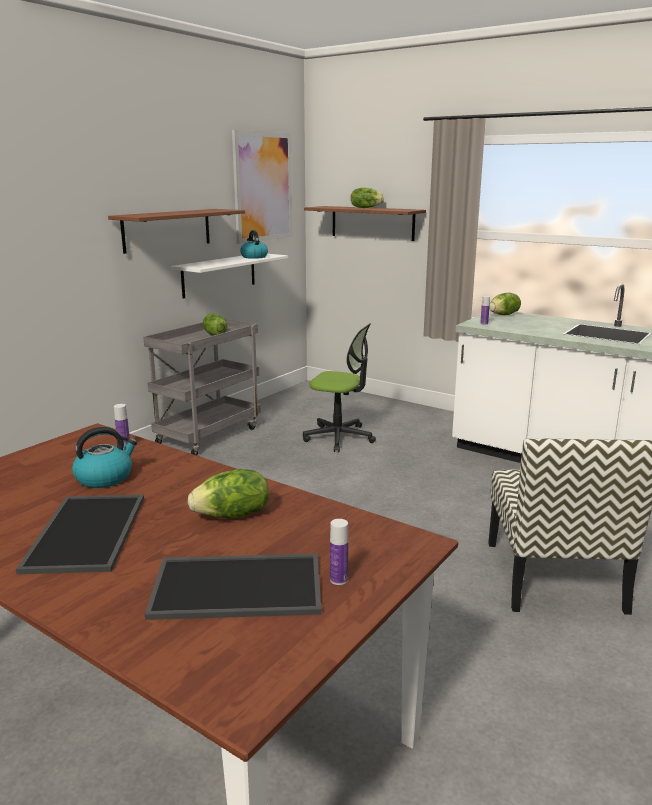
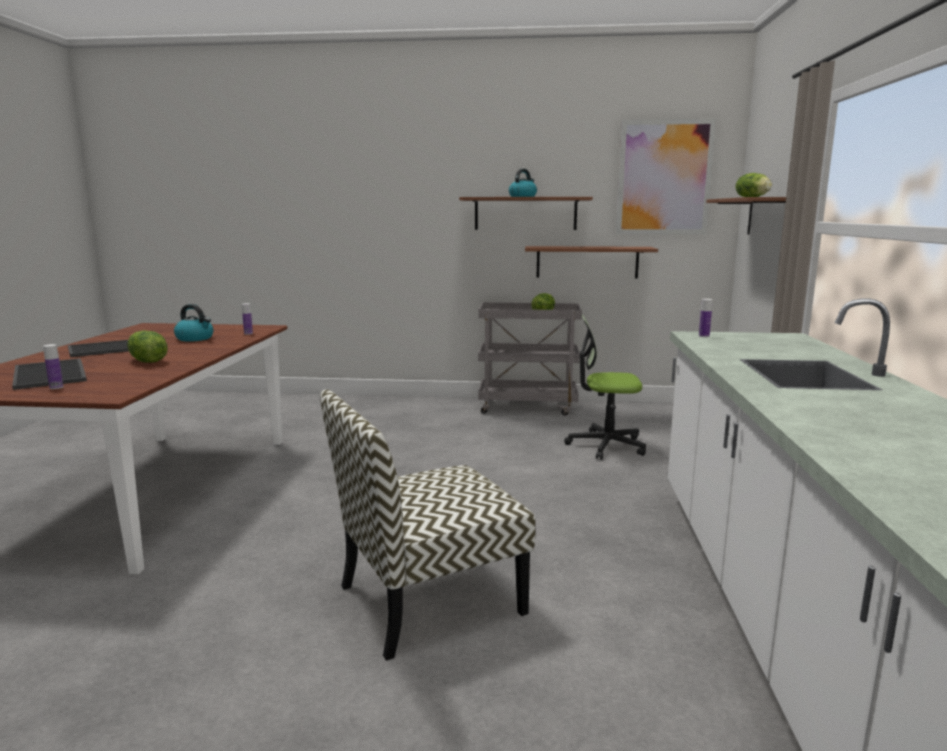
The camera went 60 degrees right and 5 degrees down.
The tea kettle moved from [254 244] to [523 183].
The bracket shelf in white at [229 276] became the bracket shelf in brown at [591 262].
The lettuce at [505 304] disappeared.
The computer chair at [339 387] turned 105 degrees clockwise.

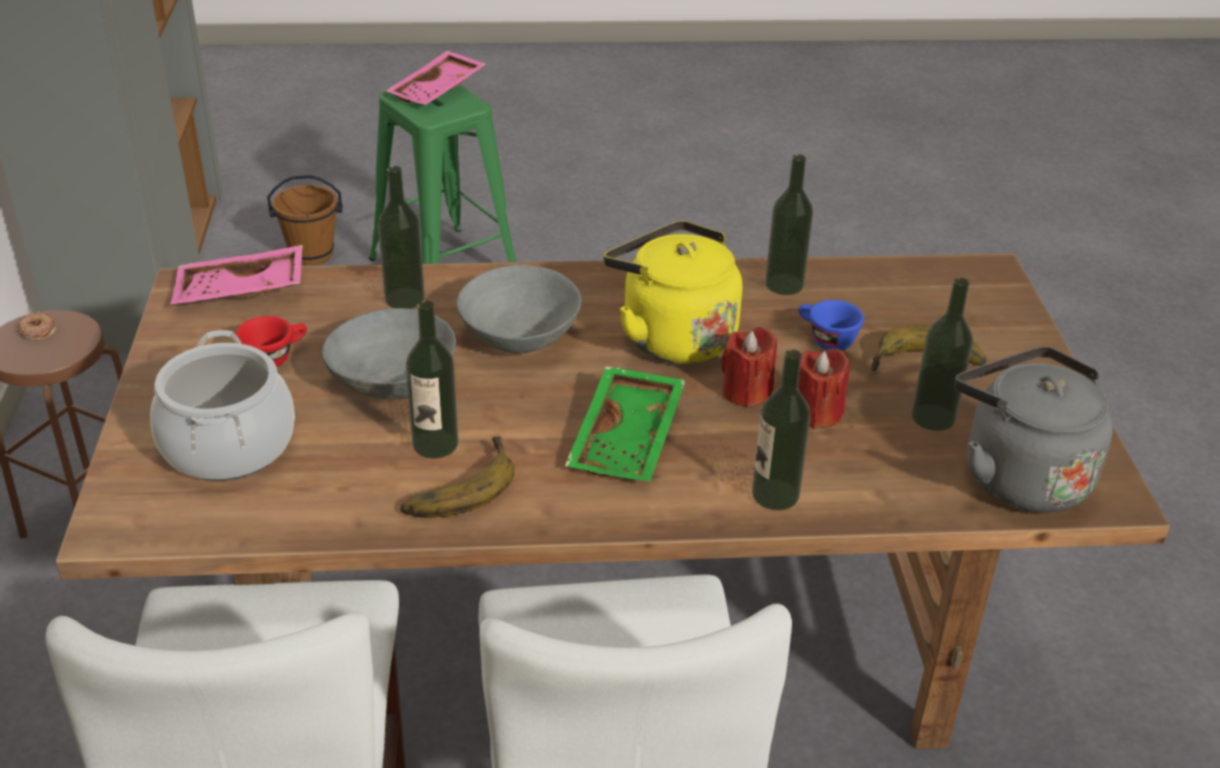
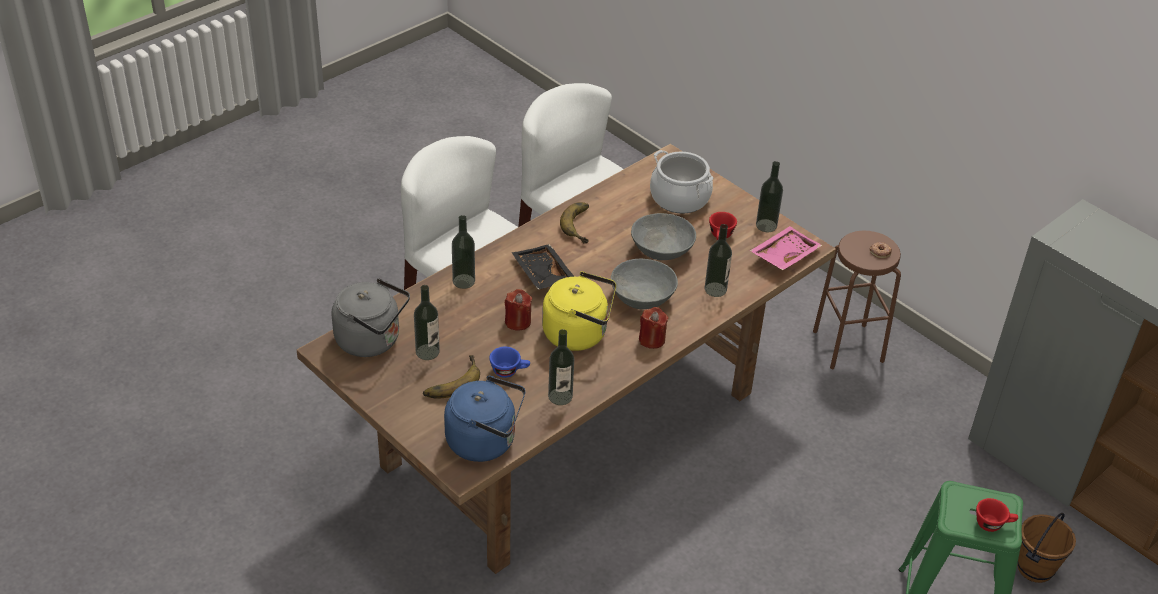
The camera went 140 degrees right and 5 degrees up.
The serving tray in pink-coloured at [436 78] was replaced by the drinking cup in red-coloured at [997 515].
The drink bottle moved from [432 380] to [769 196].
The wax candle in red-coloured moved from [824 388] to [653 328].
The serving tray in green-coloured at [625 423] became the serving tray in black-coloured at [543 267].
The tea kettle in blue-coloured at [484 419] appeared.

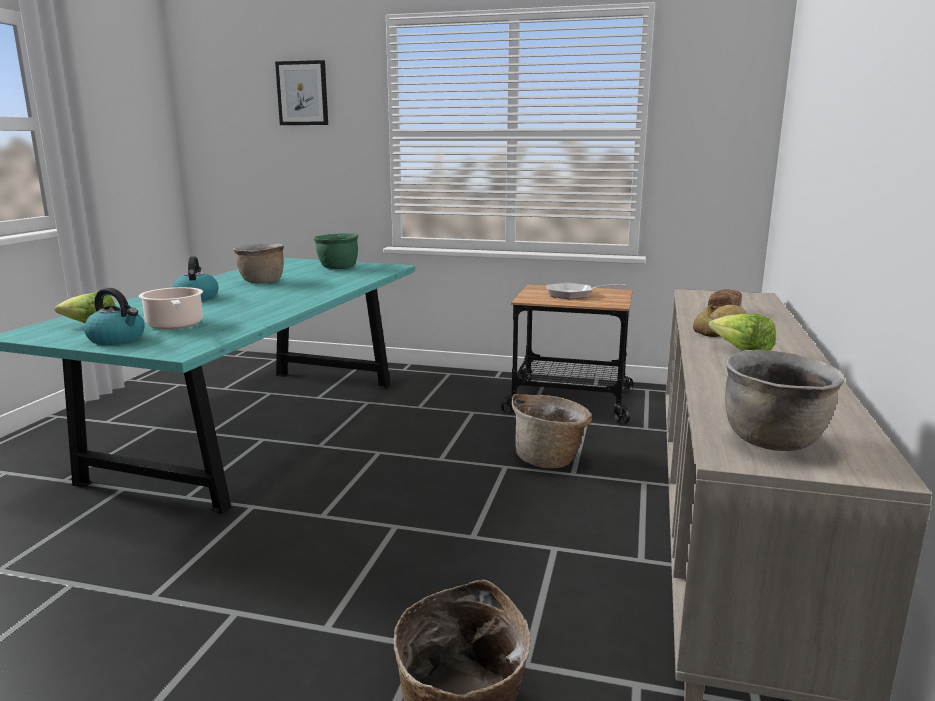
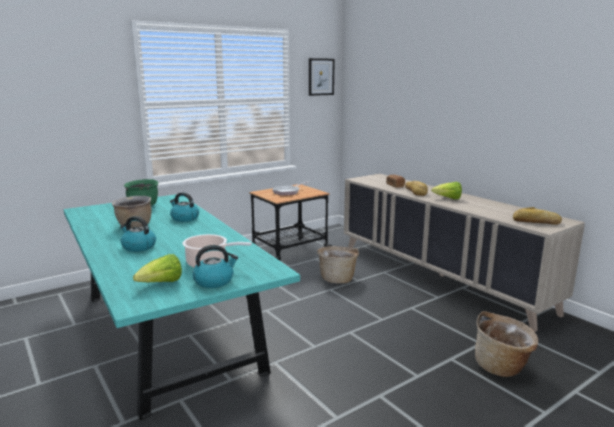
The camera went 50 degrees left and 0 degrees up.
The wall art moved from [301 92] to [322 77].
The stockpot in brown at [785 400] was replaced by the bread at [537 216].
The tea kettle at [184 207] appeared.

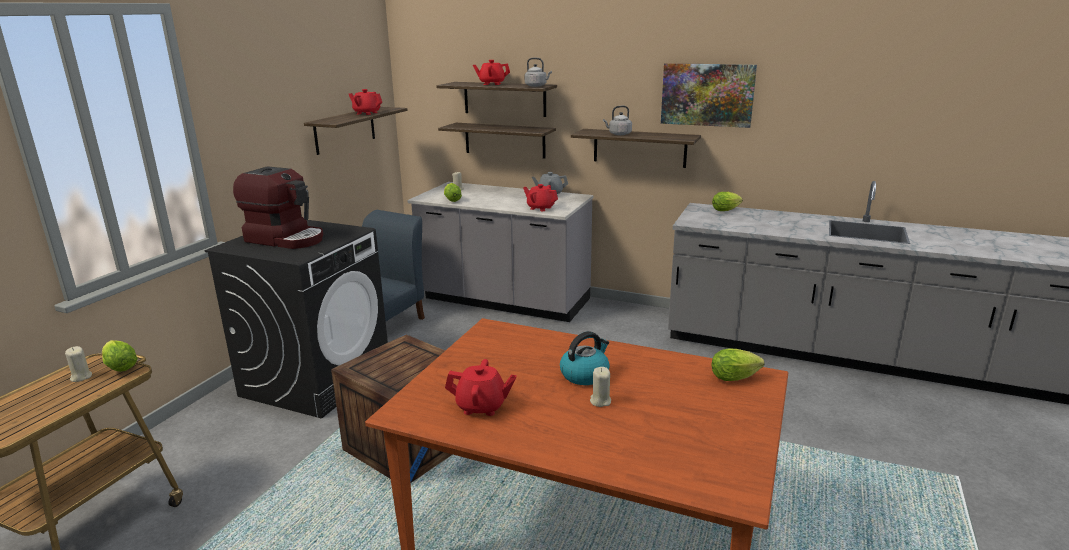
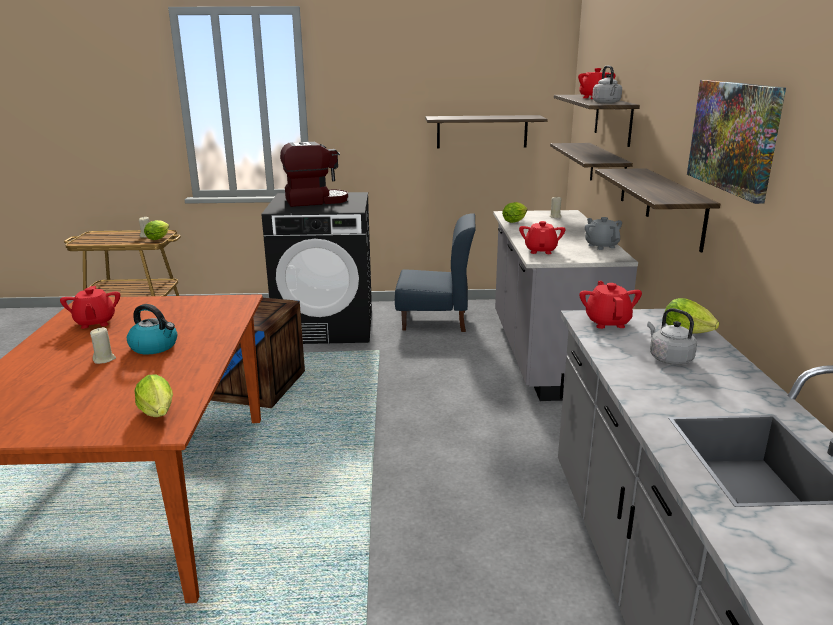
The camera went 65 degrees right and 0 degrees up.
The tea pot in red-coloured moved from [365 102] to [610 305].
The tea kettle in greyish moved from [617 120] to [672 336].
The coffee maker at [278 207] turned 105 degrees counterclockwise.

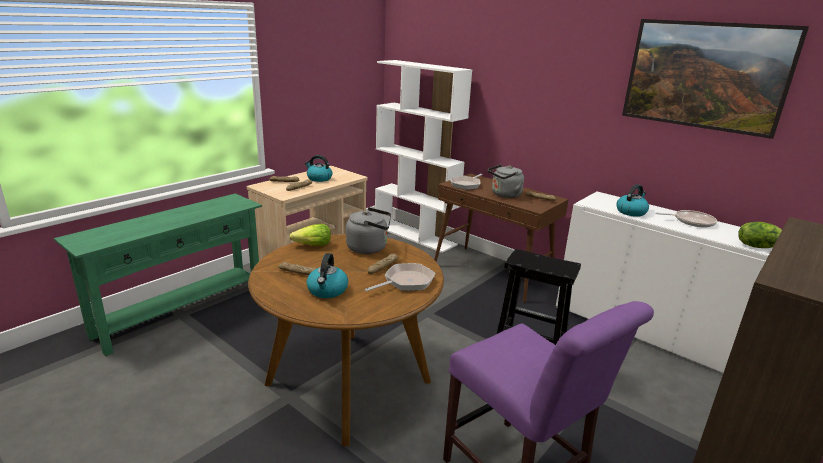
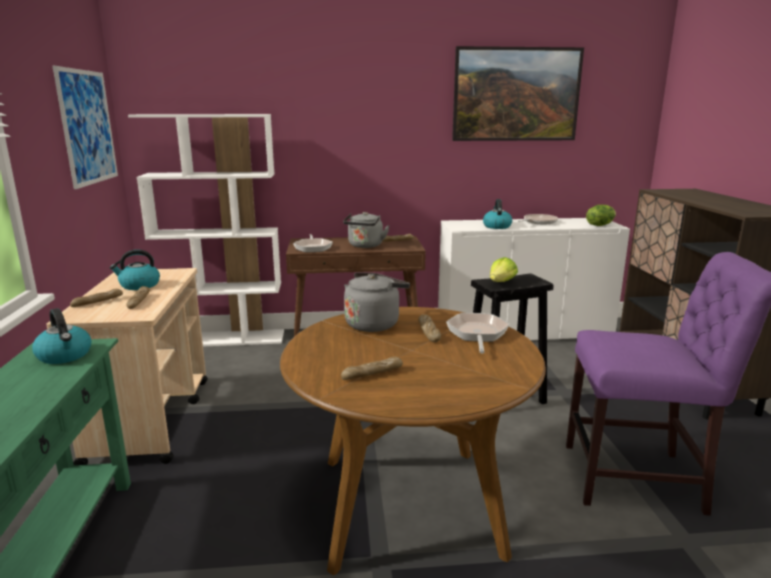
The camera went 45 degrees left and 5 degrees down.
The lettuce moved from [310 235] to [504 269].
The tea kettle moved from [327 275] to [62 336].
The wall art at [85 127] appeared.

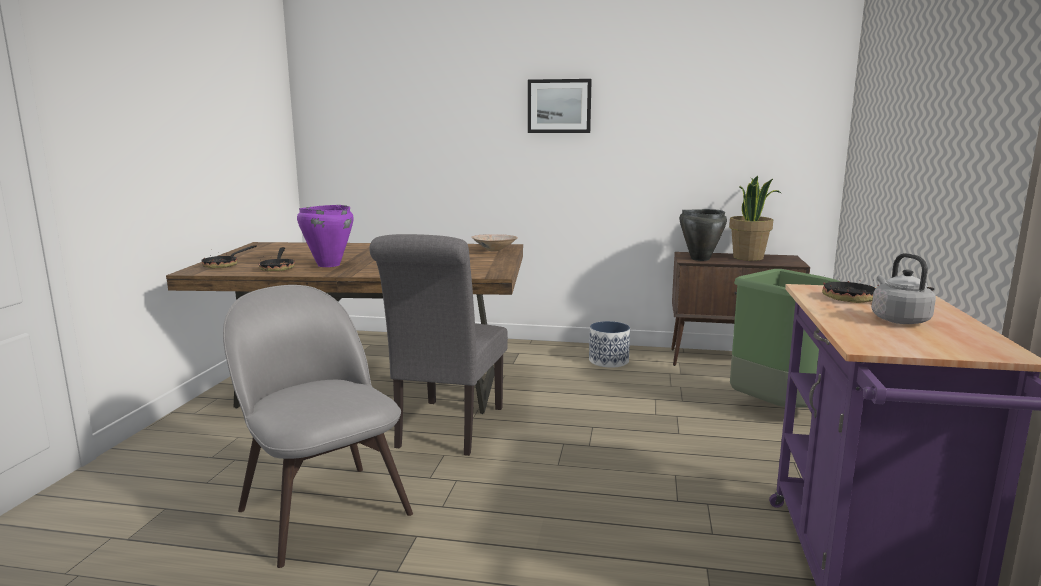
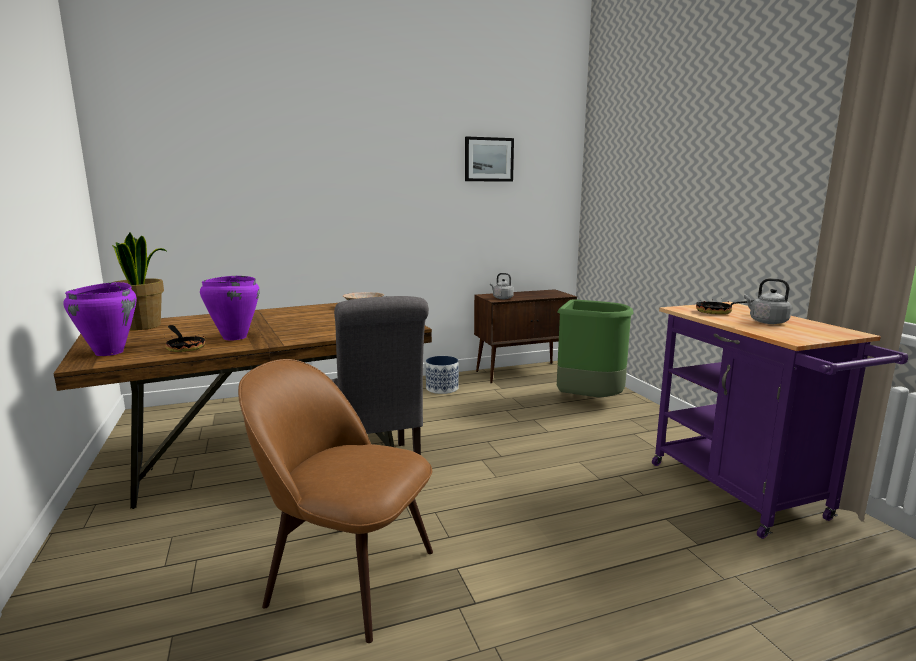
The camera went 30 degrees left and 0 degrees up.
The wall art moved from [560 106] to [489 159].
The plant in a pot moved from [755 218] to [139 281].
The stockpot in black-coloured at [703 235] was replaced by the tea kettle in greyish at [502 286].
The skillet at [229 257] was replaced by the stockpot in purple at [100 319].
The plain chair in greyish at [318 426] became the plain chair in brown at [335 501].

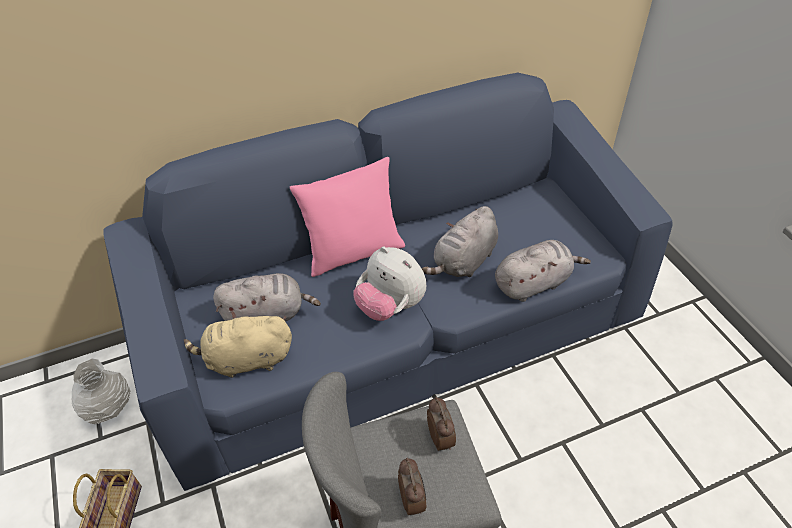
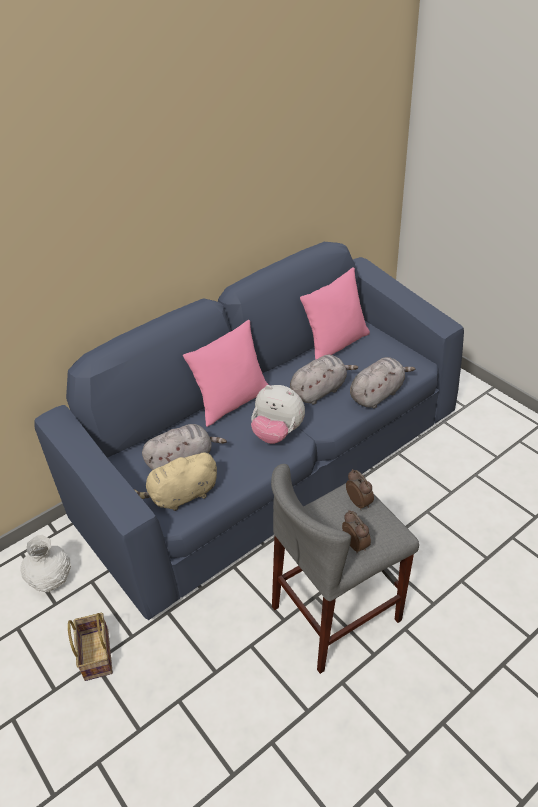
The camera went 15 degrees left and 5 degrees down.
The soft toy in greyish at [460 241] turned 150 degrees counterclockwise.
The pillow in pink-coloured at [335 313] appeared.

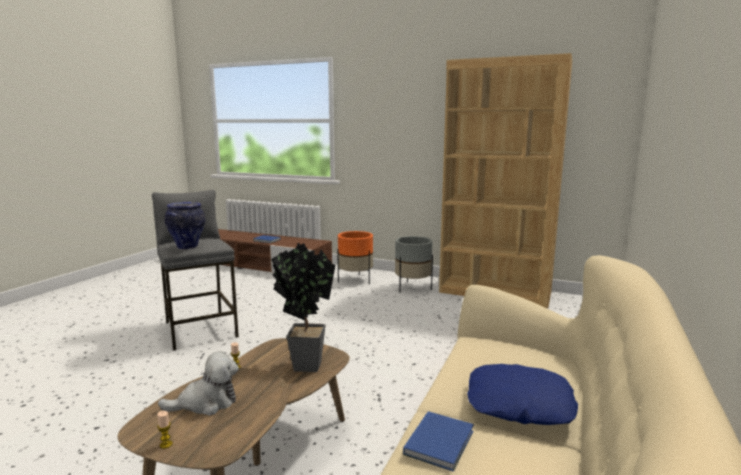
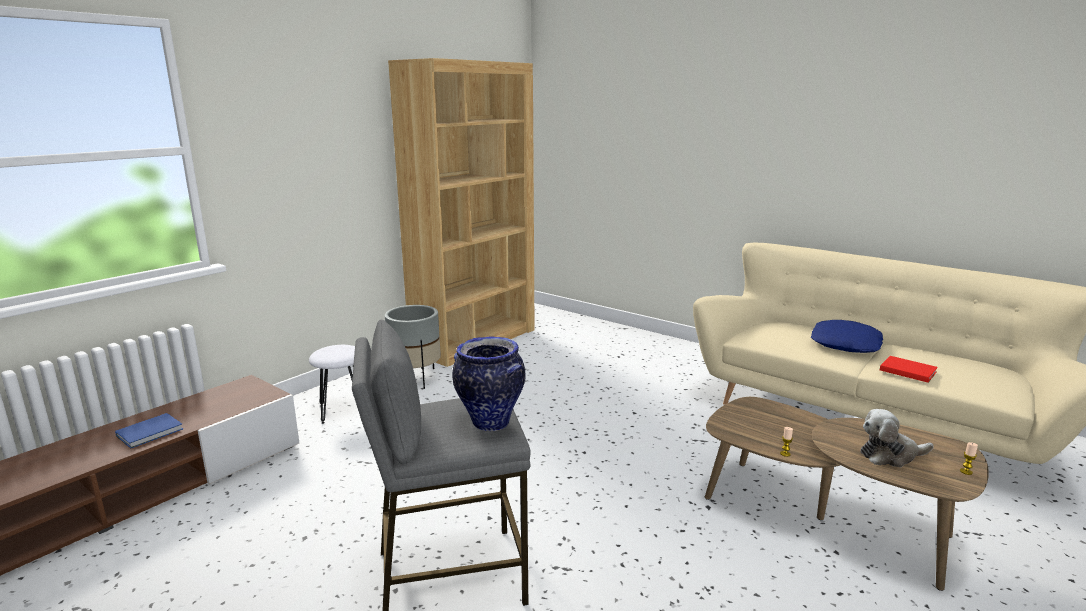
The camera went 75 degrees left and 5 degrees up.
The plant pot in orange at [355 257] was replaced by the sitting stool in white at [332 384].
The plant in a pot at [303 307] disappeared.
The soft toy at [198 383] turned 90 degrees counterclockwise.
The bound book in blue-coloured at [438 441] became the bound book in red-coloured at [909 369].

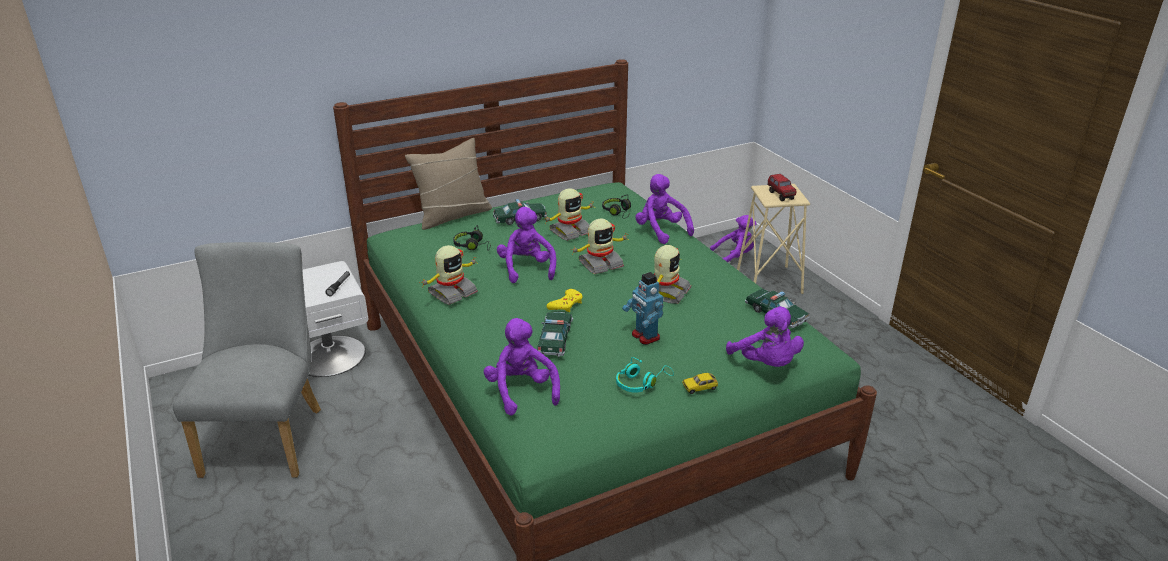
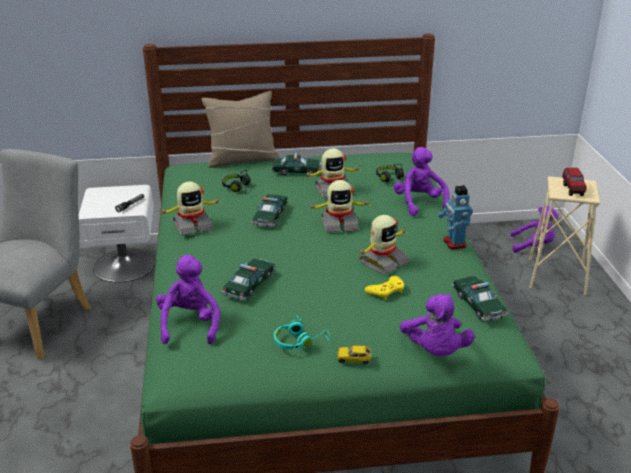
The camera went 20 degrees right and 0 degrees up.
The soft toy in purple at [526 245] was replaced by the model car at [270 210].
The toy robot moved from [642 308] to [455 217].
The joypad in yellow moved from [564 300] to [384 288].

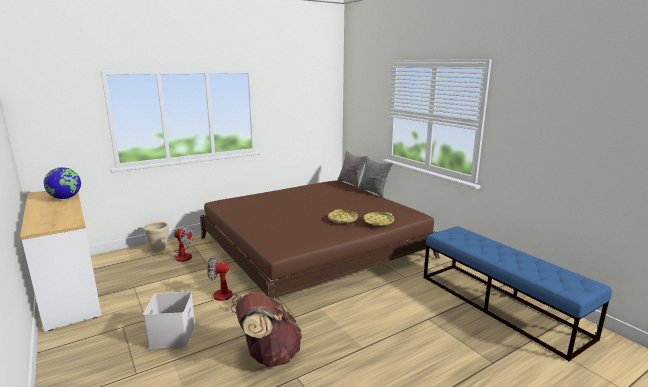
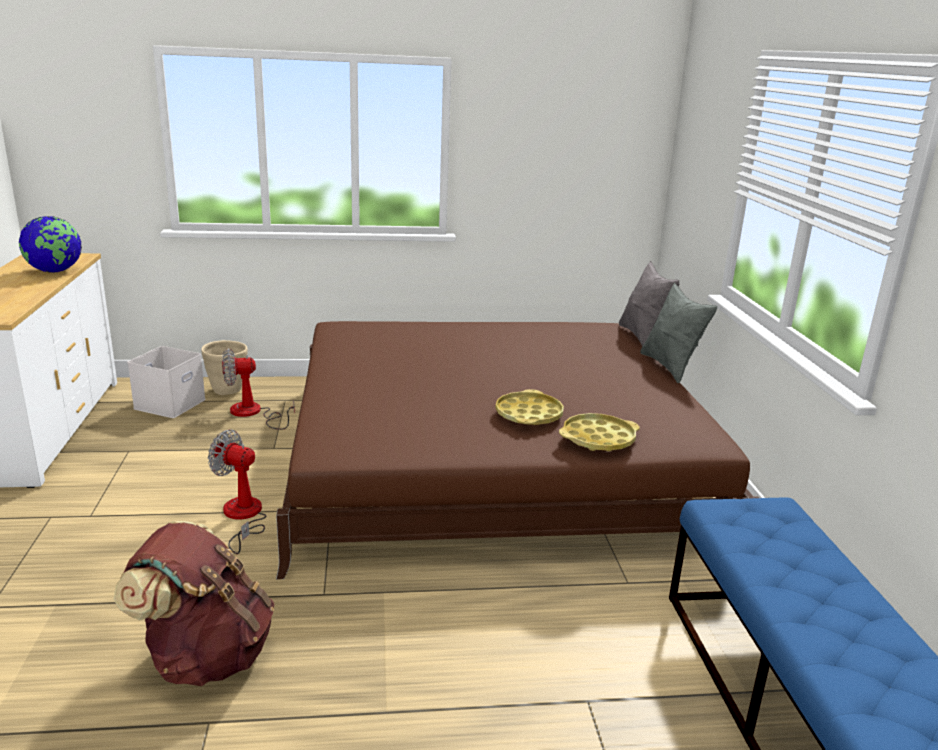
The camera went 25 degrees right and 5 degrees up.
The cooling fan at [184 243] turned 120 degrees clockwise.
The storage bin in white moved from [169 320] to [166 382].

